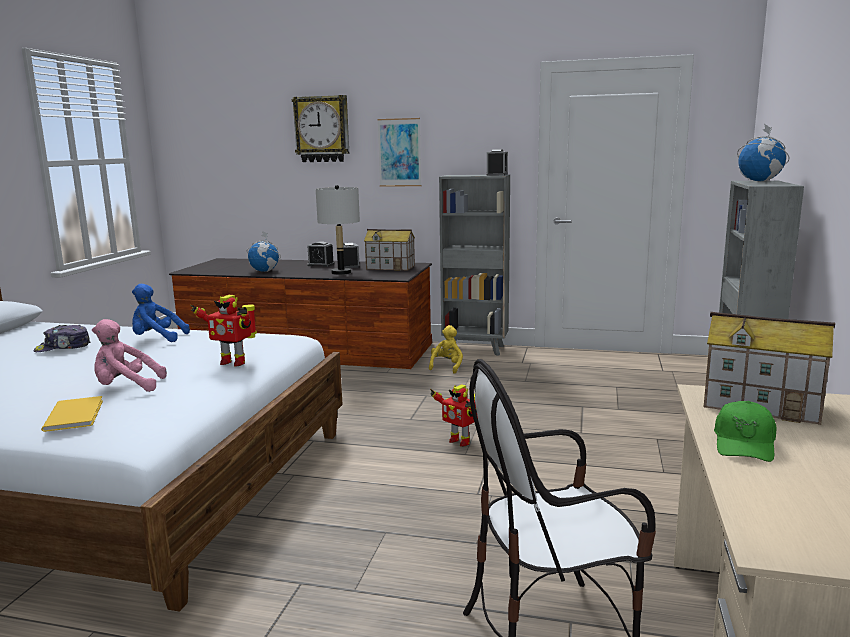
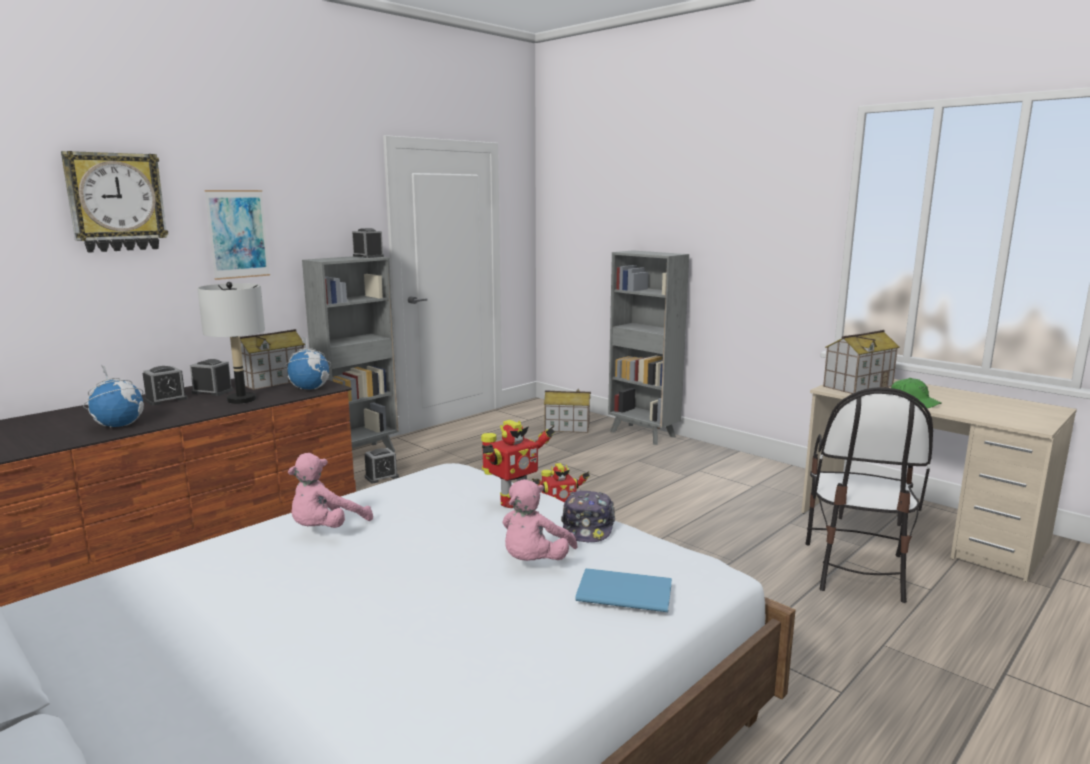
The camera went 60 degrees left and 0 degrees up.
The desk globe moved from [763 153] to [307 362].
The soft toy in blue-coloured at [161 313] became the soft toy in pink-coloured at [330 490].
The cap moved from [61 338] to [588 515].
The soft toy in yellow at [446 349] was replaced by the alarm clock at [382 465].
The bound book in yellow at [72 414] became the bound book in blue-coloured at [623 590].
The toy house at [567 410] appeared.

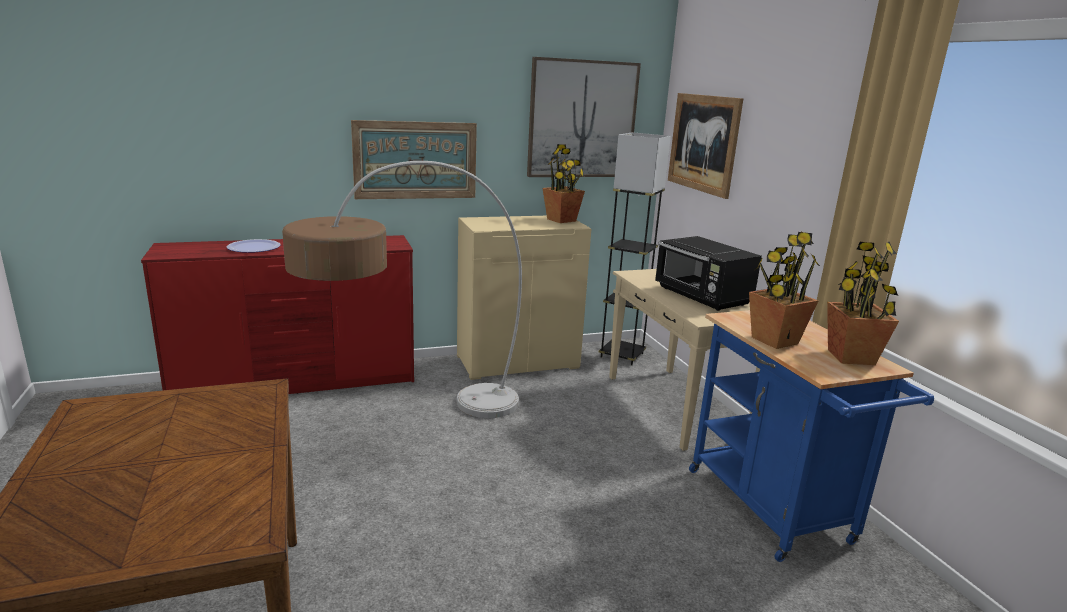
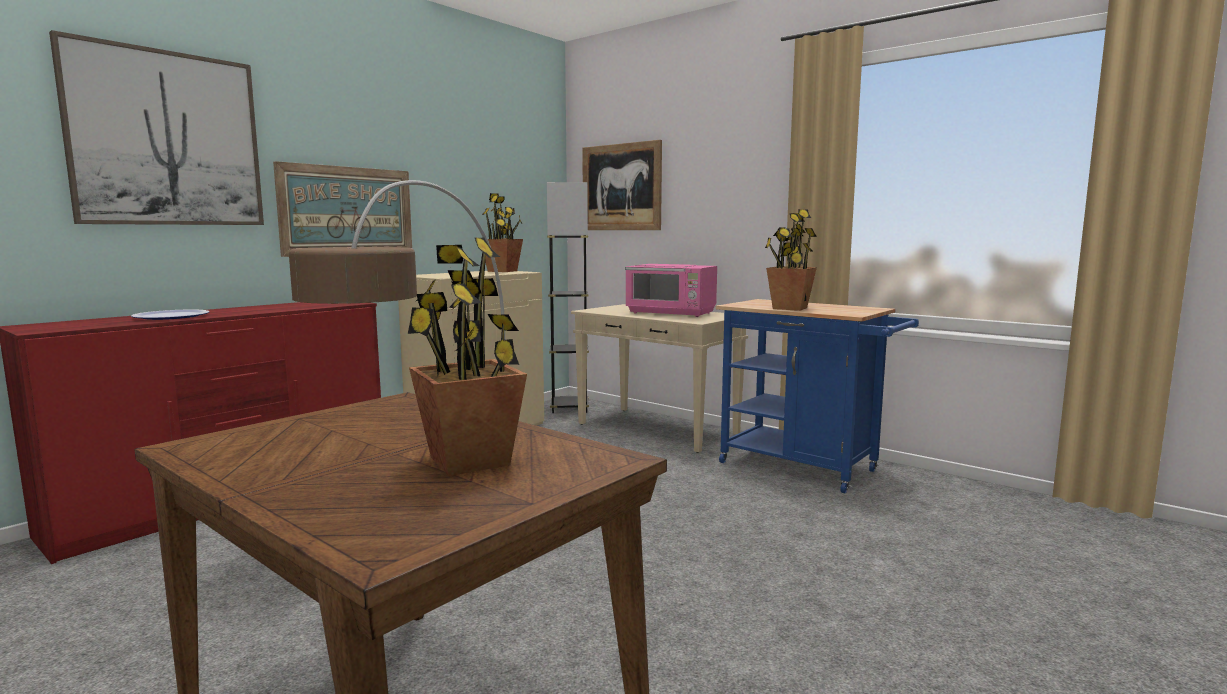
The camera went 30 degrees left and 10 degrees down.
The wall art moved from [584 117] to [156 127].
The kitchen microwave in black-coloured at [708 273] became the kitchen microwave in pink-coloured at [671 290].
The plant in a pot moved from [863 303] to [467 356].

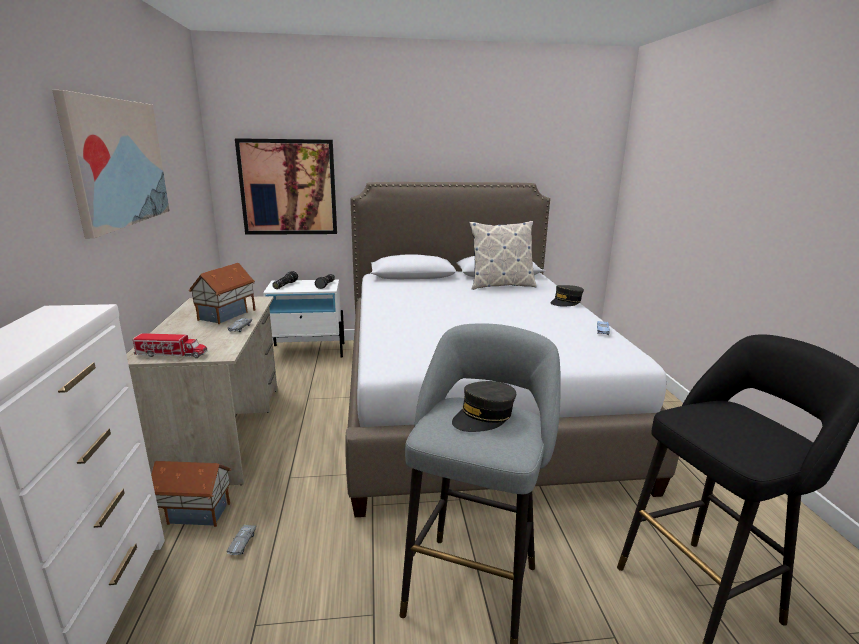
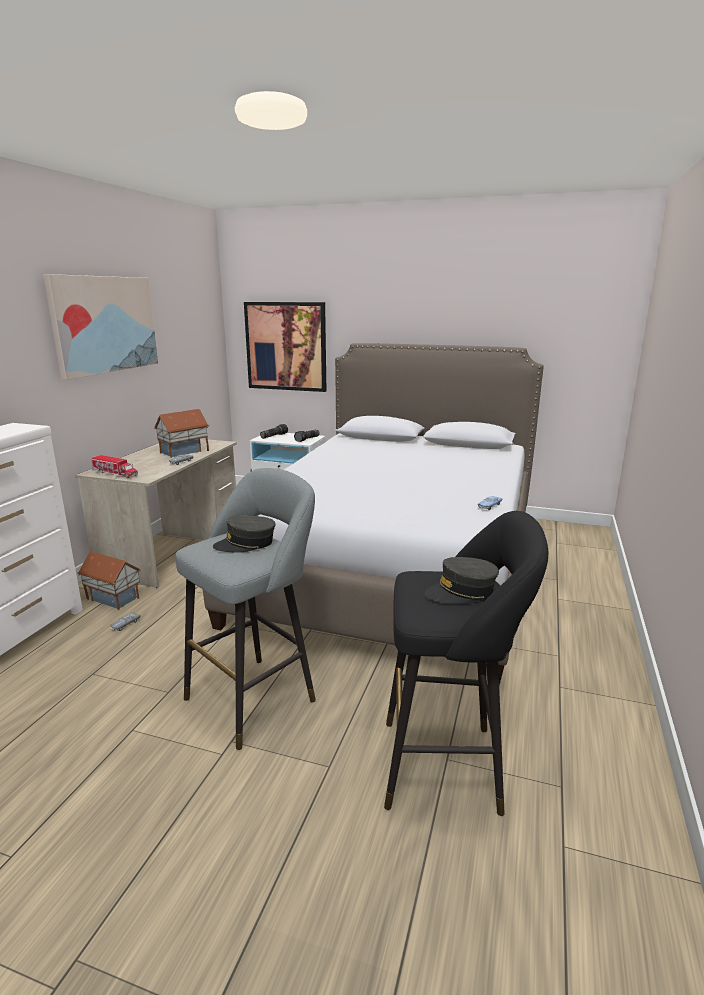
The camera went 25 degrees right and 0 degrees up.
The pillow at [502 255] disappeared.
The cap in greyish moved from [567 295] to [462 580].

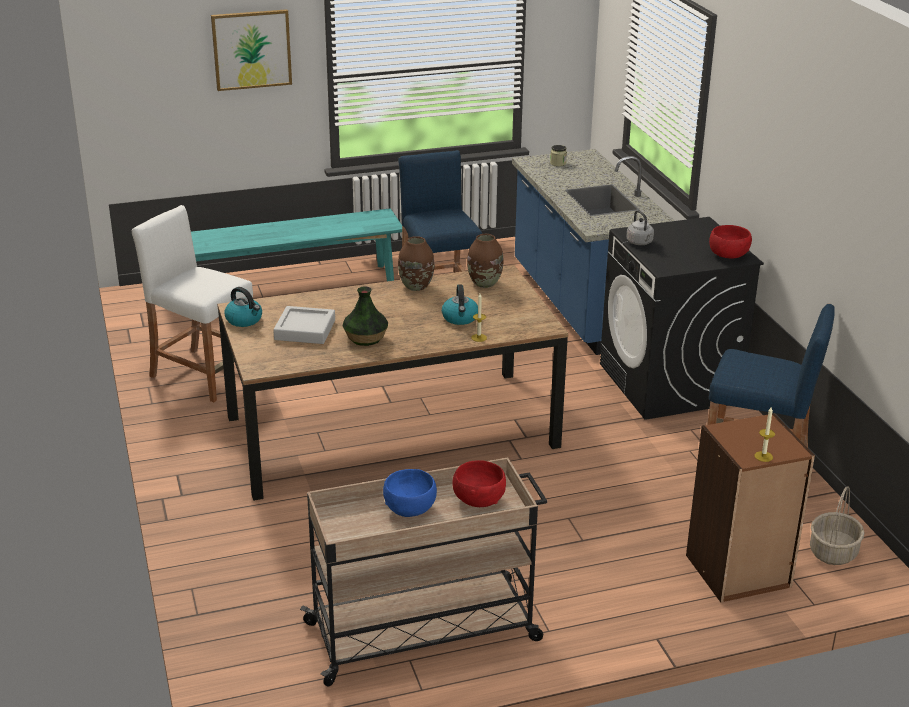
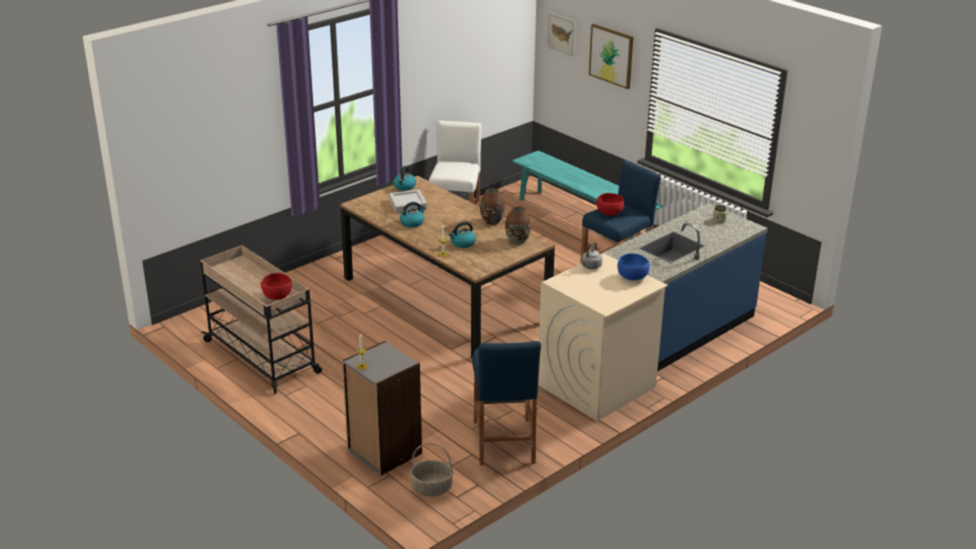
The camera went 65 degrees right and 0 degrees up.
The laundry machine in black-coloured at [682 318] became the laundry machine in sand-coloured at [603 337].
The bowl in red-coloured moved from [730 241] to [610 204].
The flower vase at [365 316] was replaced by the tea kettle at [413 215].
The shelving unit in brown at [750 508] became the shelving unit in greyish at [382 408].
The bowl in blue-coloured moved from [410 493] to [633 266].
The wall art at [561 34] appeared.

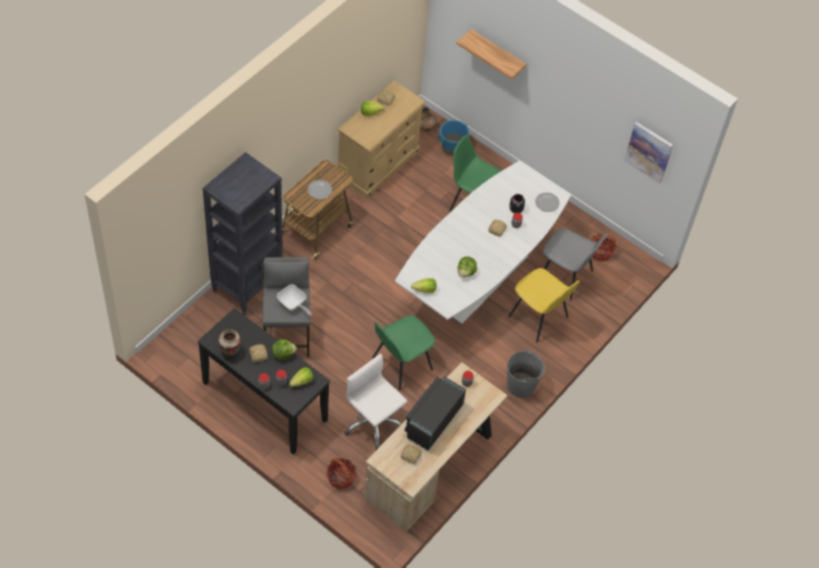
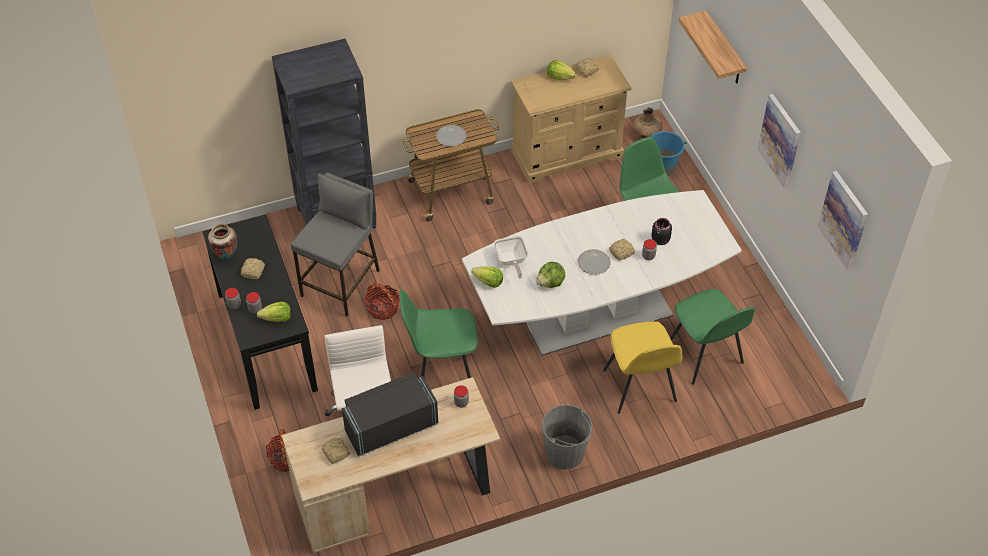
The camera went 35 degrees right and 5 degrees down.
The plate moved from [547 202] to [594 262].
The plain chair in greyish at [575 264] became the plain chair in green-coloured at [712 337].
The household basket moved from [604 247] to [382 301].
The skillet moved from [294 300] to [511 257].
The lettuce at [284 349] disappeared.
The wall art at [779 141] appeared.

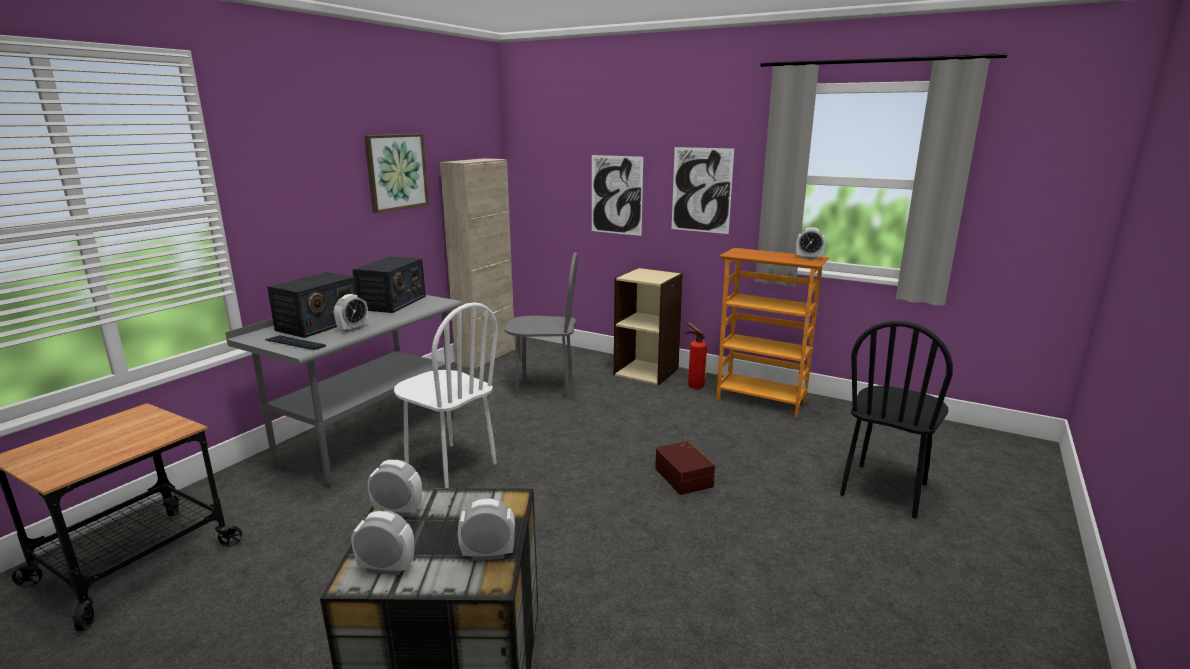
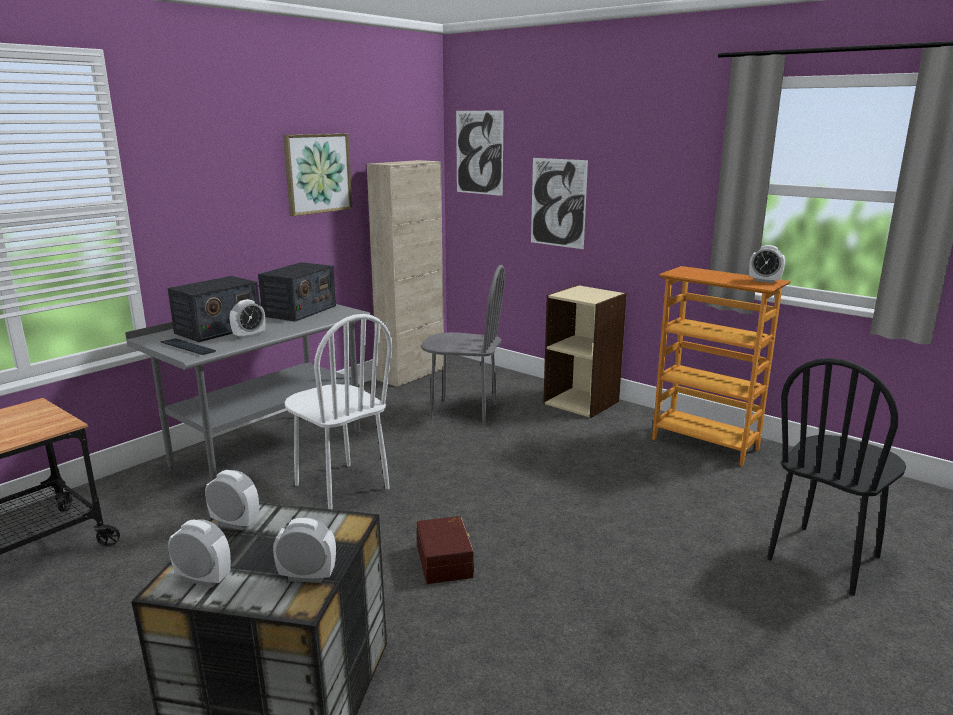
The camera went 10 degrees right and 0 degrees up.
The wall art moved from [703 190] to [480 153].
The extinguisher at [696 355] disappeared.
The storage bin in brown moved from [685 468] to [445 550].

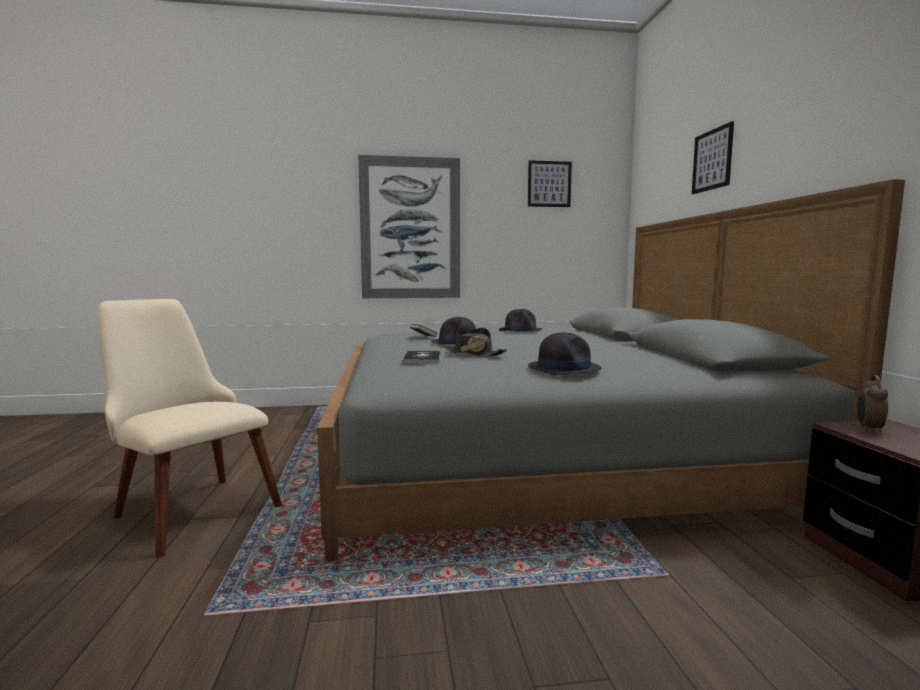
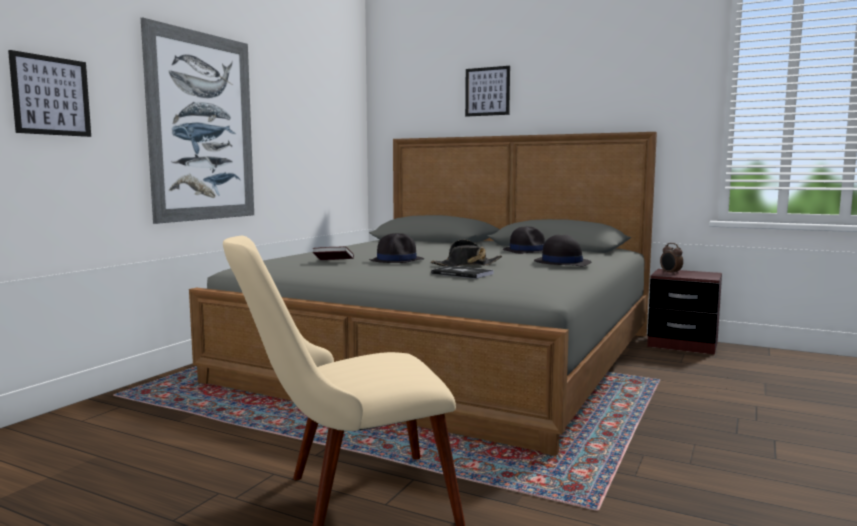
The camera went 55 degrees left and 0 degrees up.
The wall art moved from [550 183] to [49 93].
The hat in black-coloured moved from [521 320] to [524 240].

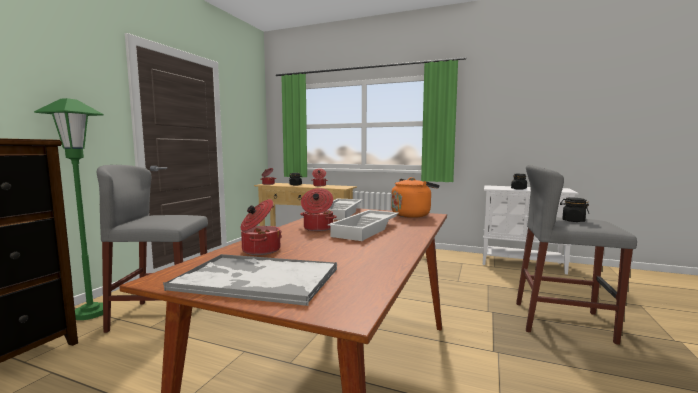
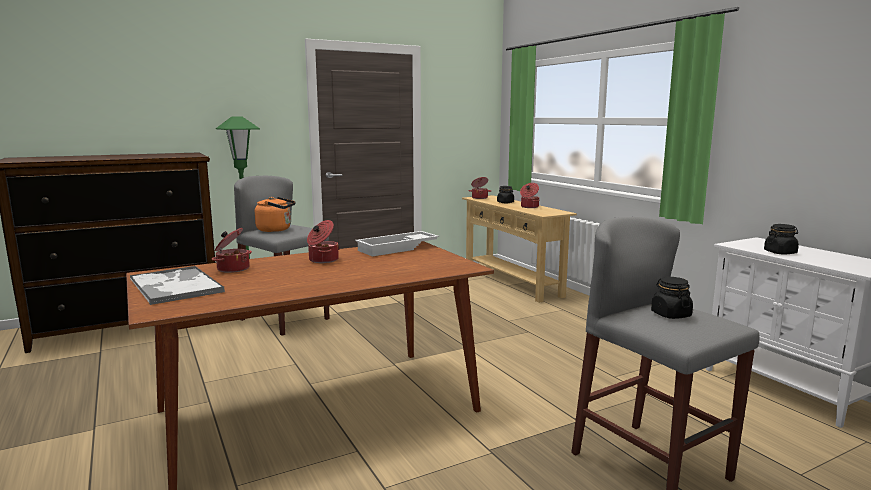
The camera went 40 degrees right and 5 degrees up.
The tea kettle in orange moved from [415 197] to [275 214].
The serving tray in white at [363 225] disappeared.

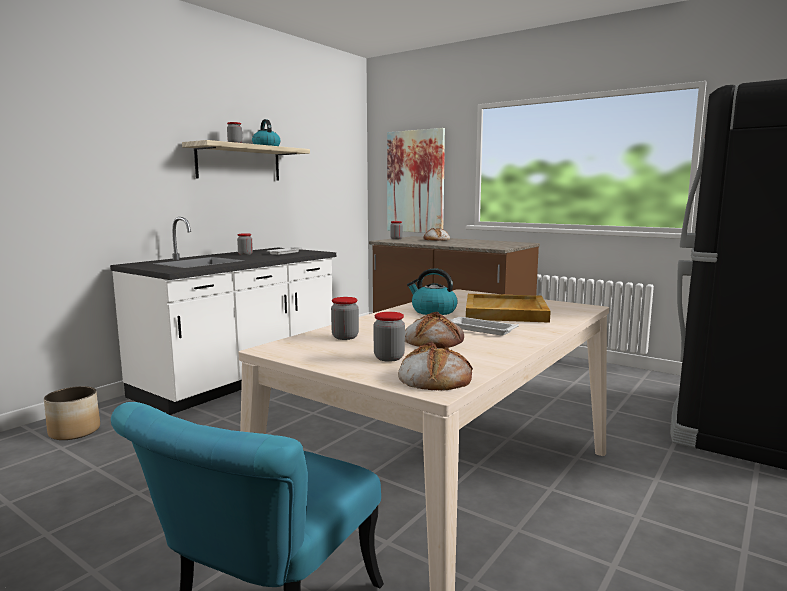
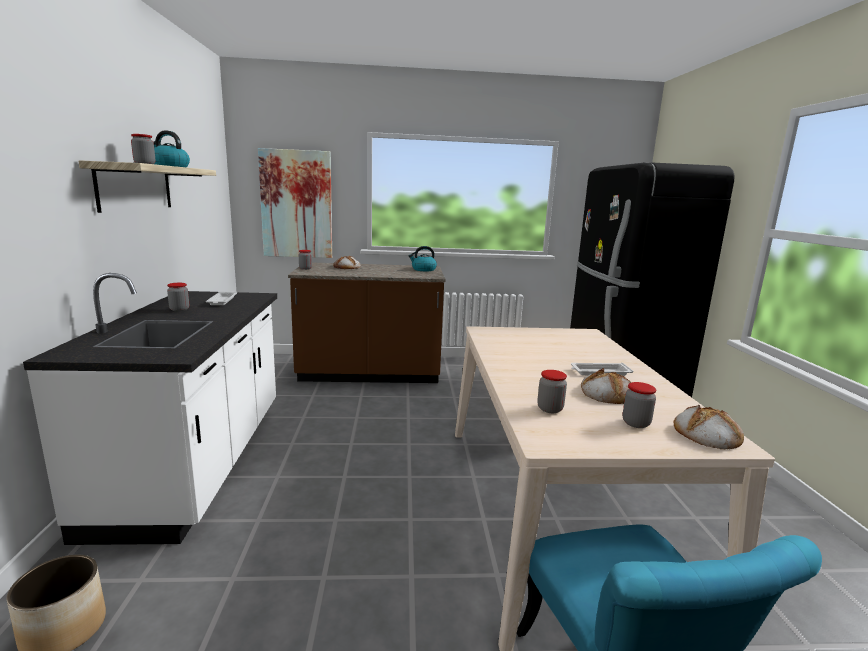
The camera went 40 degrees left and 5 degrees up.
The tea kettle moved from [432 291] to [423 258].
The serving tray in sand-coloured at [508 308] disappeared.

